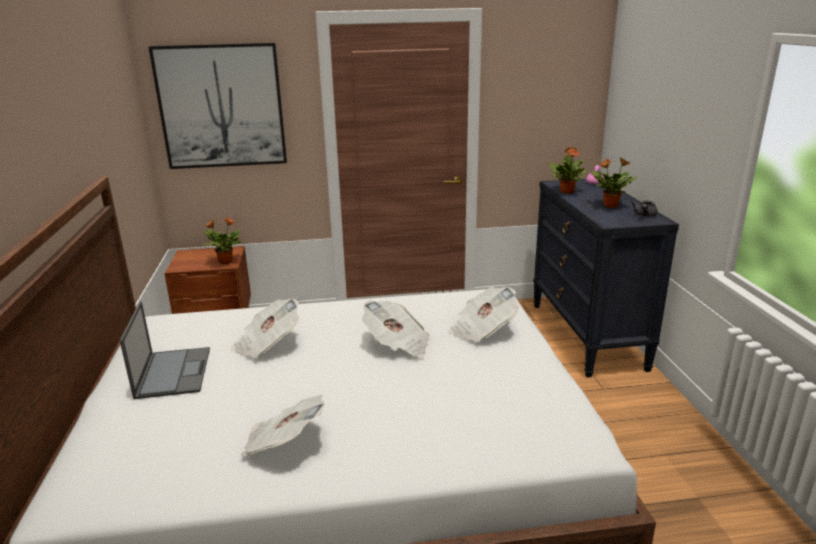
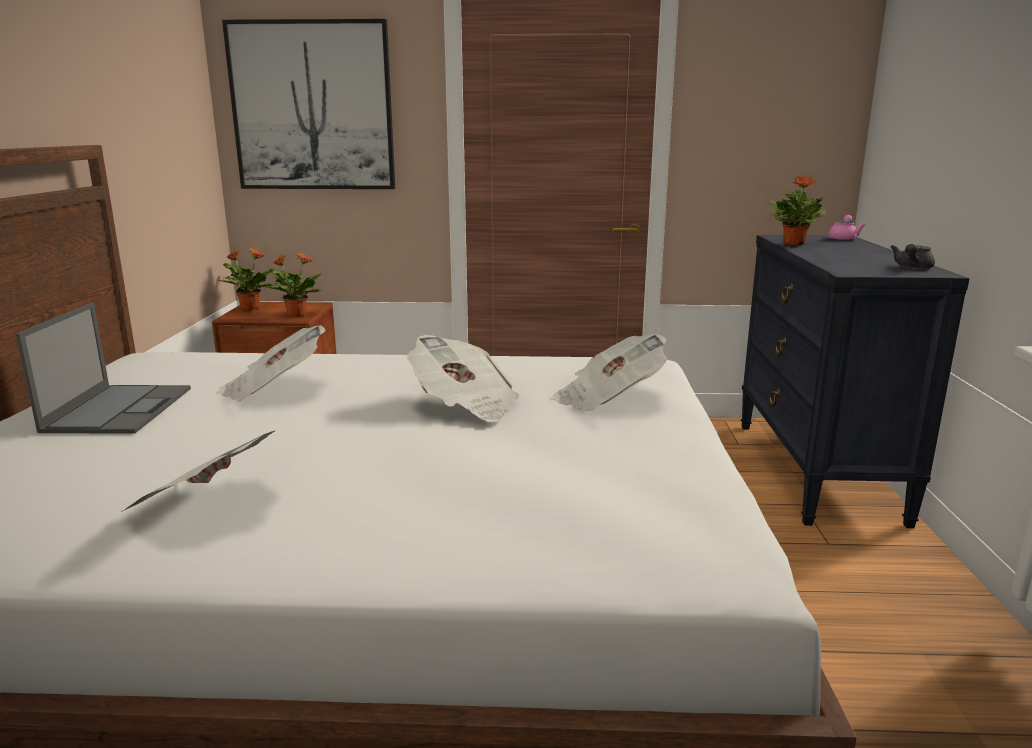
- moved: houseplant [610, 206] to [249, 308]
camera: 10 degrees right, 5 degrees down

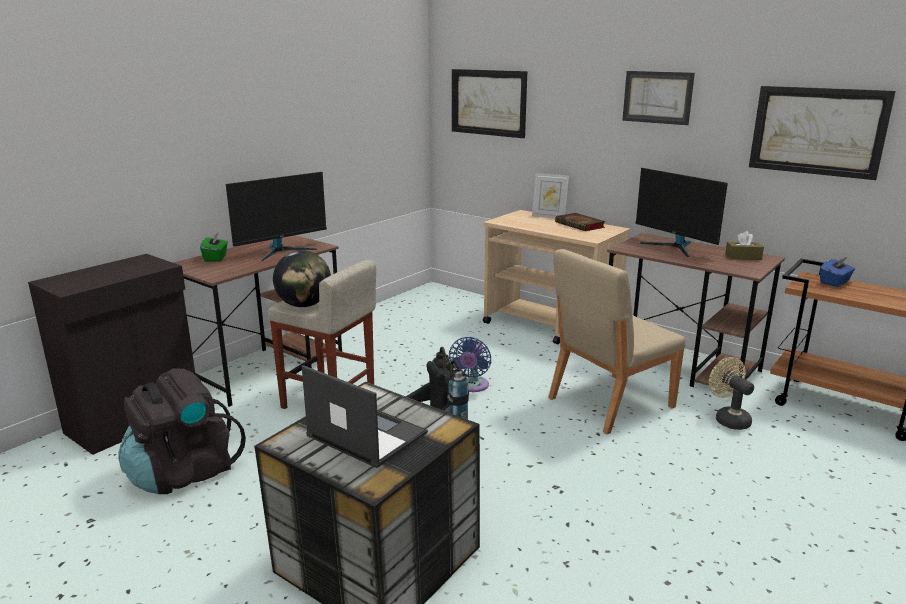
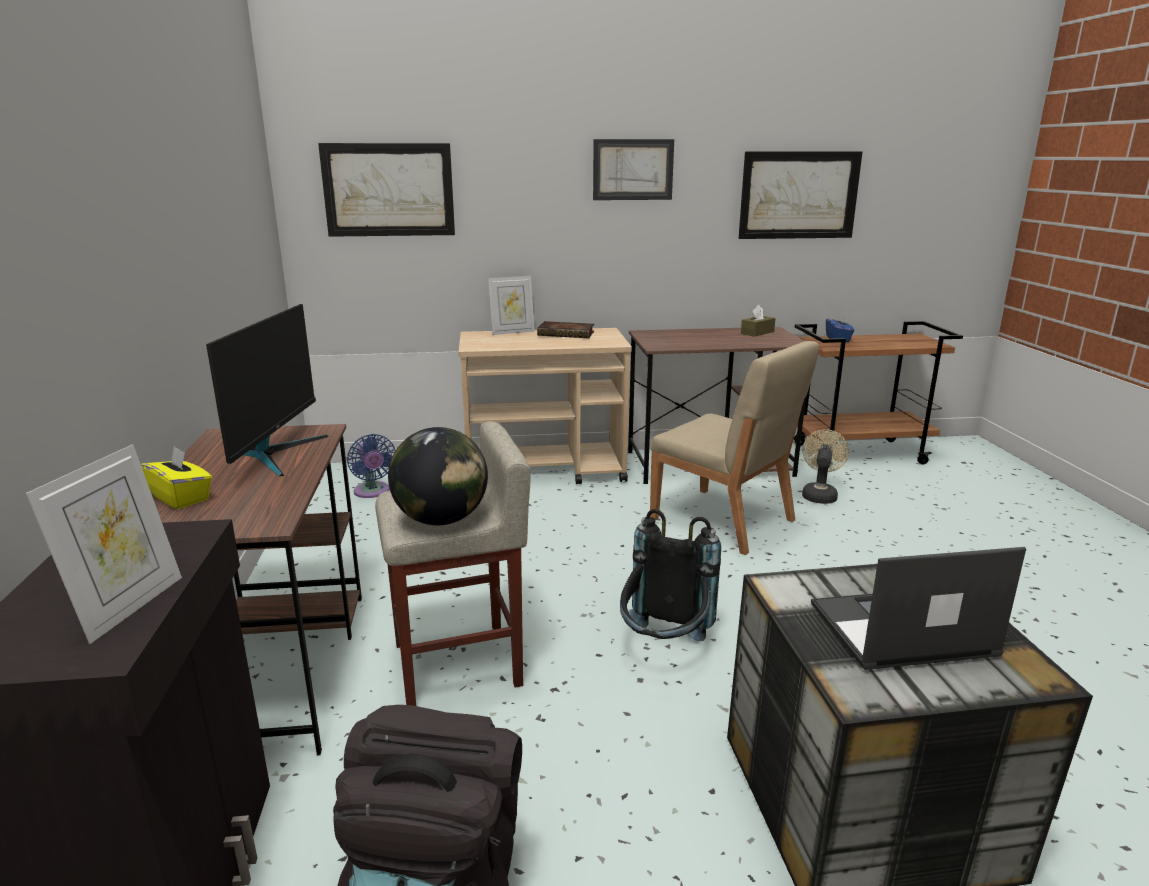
- added: picture frame [128, 606]
- recoloured: tissue box (greenish) [216, 258] to tissue box (yellow-coloured) [181, 498]
- moved: cooling fan (bluish) [472, 386] to [372, 492]
- turned: plain chair (beige-coloured) [609, 402] = [723, 520] 60 degrees counterclockwise
- turned: cooling fan (beige-coloured) [728, 419] = [819, 494] 90 degrees clockwise
- removed: monitor [675, 247]
camera: 45 degrees left, 0 degrees up

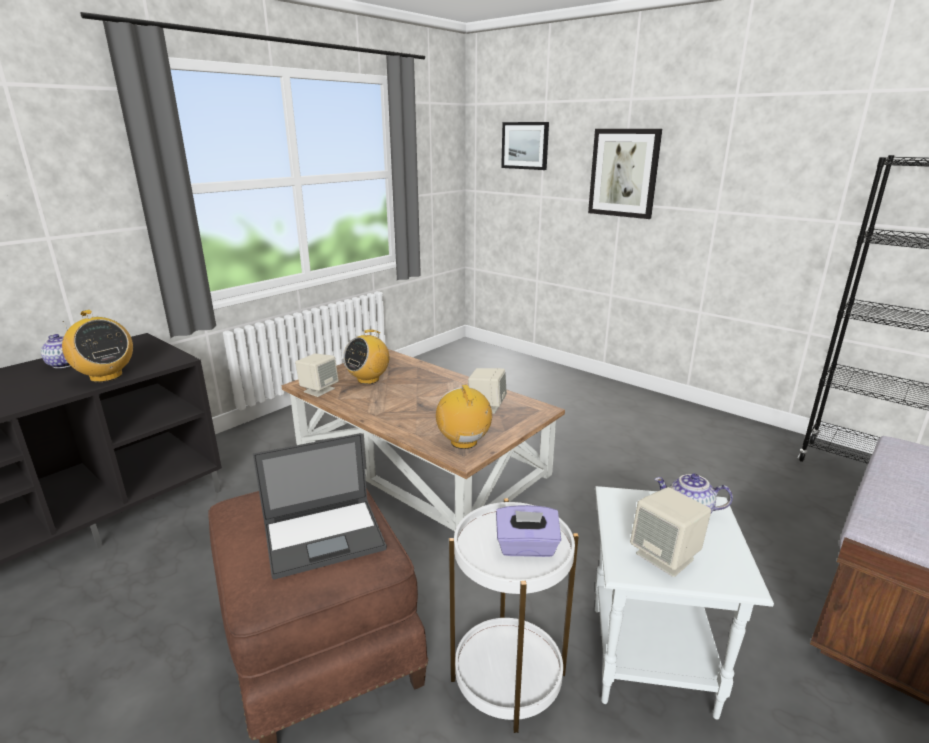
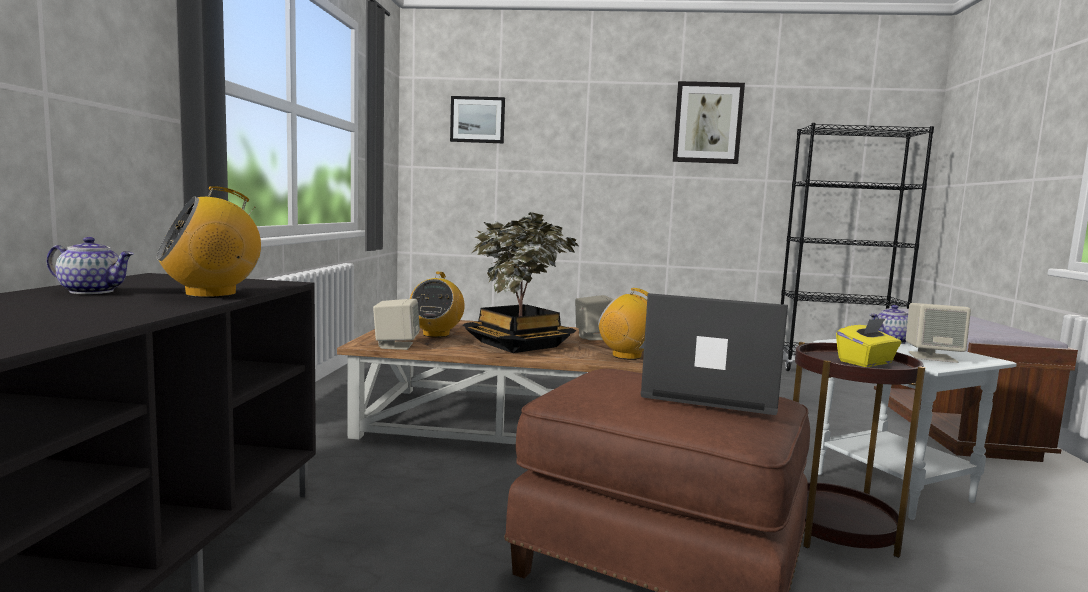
- turned: radio receiver [106, 376] = [212, 294] 135 degrees clockwise
- added: houseplant [519, 344]
- turned: notebook computer [325, 536] = [707, 392] 105 degrees counterclockwise
- moved: wall picture [624, 173] to [707, 123]
- recoloured: accent table (white) [508, 677] to accent table (brownish) [837, 530]
- recoloured: tissue box (purple) [526, 547] to tissue box (yellow-coloured) [866, 362]
camera: 35 degrees left, 15 degrees down

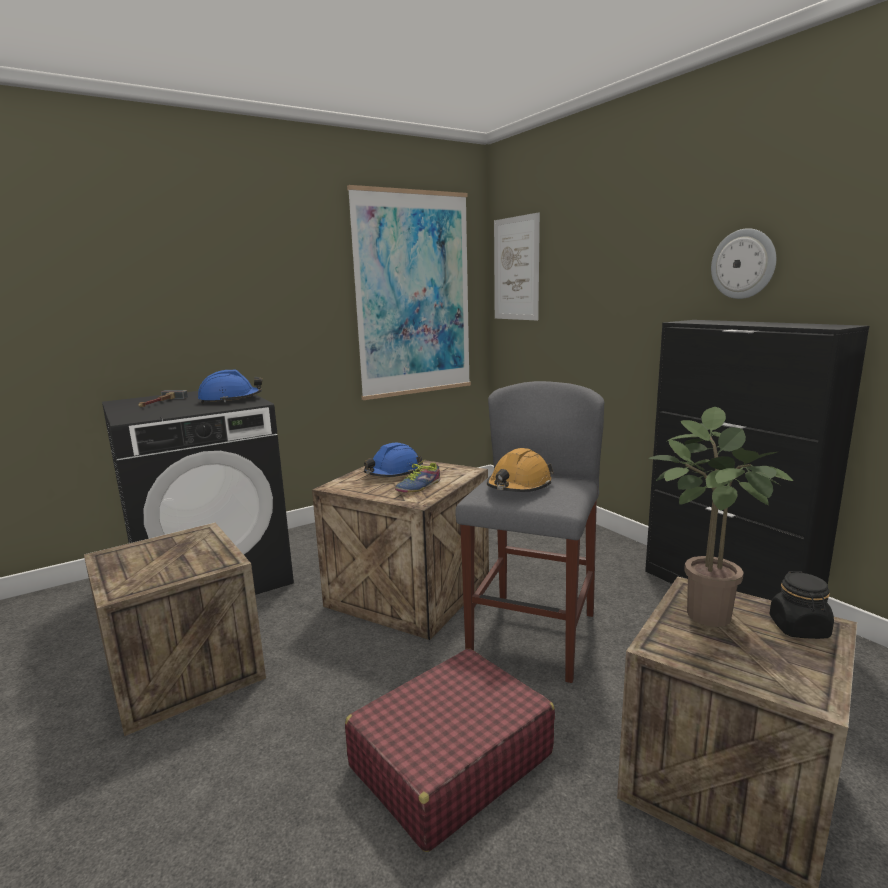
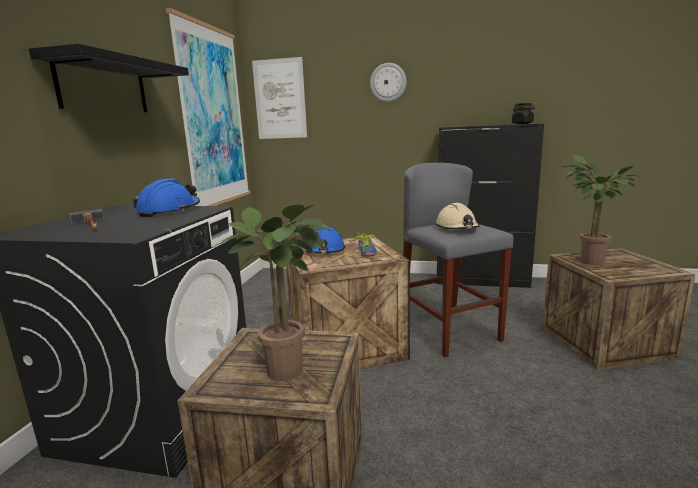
- added: bracket shelf (black-coloured) [103, 86]
- added: houseplant [291, 370]
- moved: hanging clock [743, 264] to [388, 82]
- recoloured: hard hat (orange) [519, 486] to hard hat (beige-coloured) [457, 228]
- moved: jar (black-coloured) [799, 628] to [522, 124]
- removed: piece of luggage (red) [450, 760]
camera: 45 degrees left, 0 degrees up

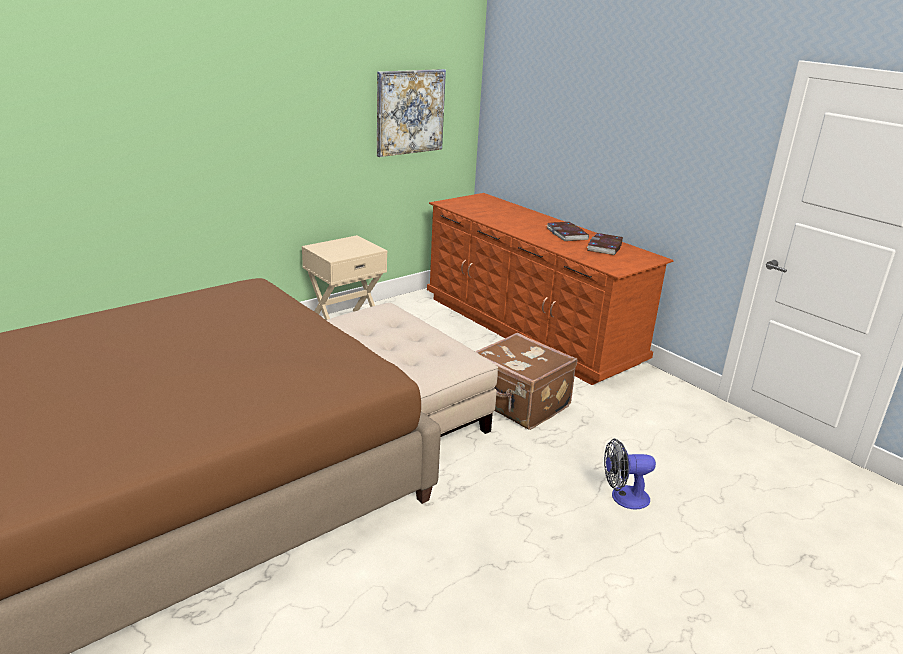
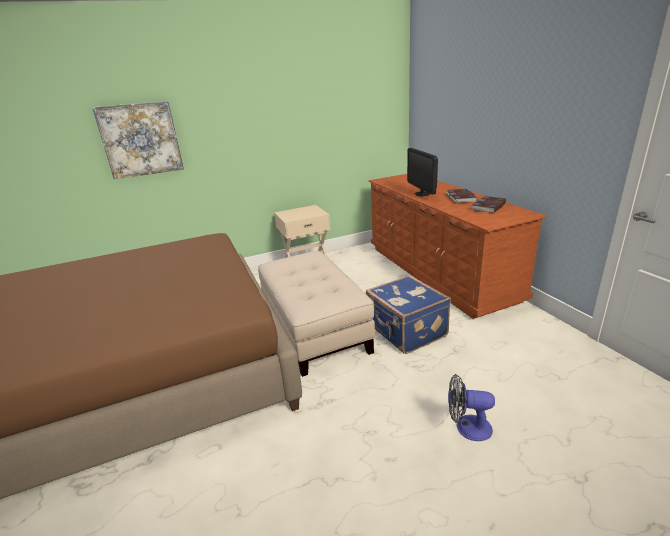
- moved: wall picture [410, 112] to [140, 139]
- recoloured: piece of luggage (brownish) [519, 404] to piece of luggage (bluish) [406, 331]
- added: monitor [422, 194]
camera: 20 degrees right, 0 degrees up

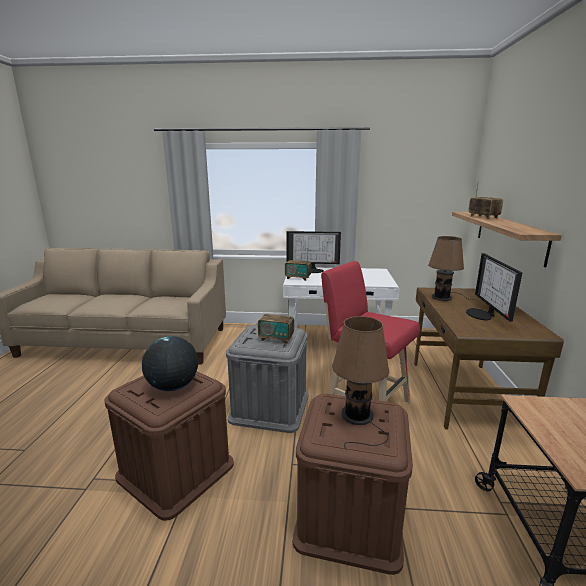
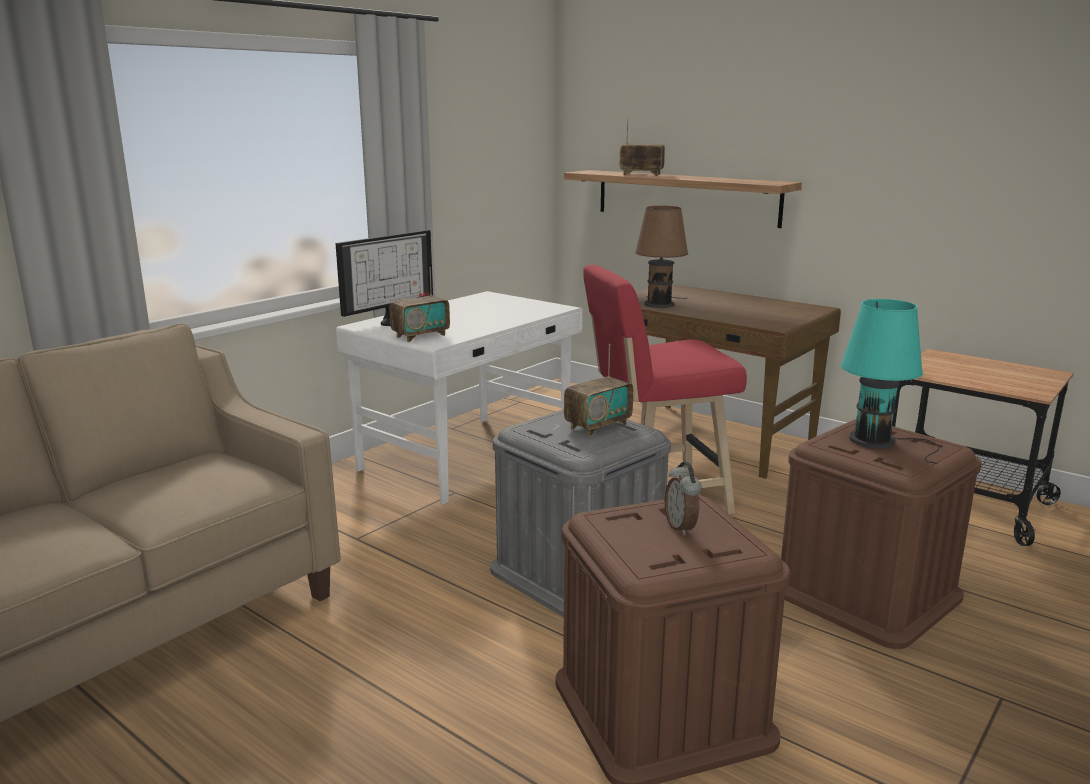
- replaced: world globe [173, 387] to table clock [681, 527]
- recoloured: table lamp (brownish) [358, 418] to table lamp (turquoise) [878, 441]
- removed: monitor [482, 314]
camera: 55 degrees left, 0 degrees up

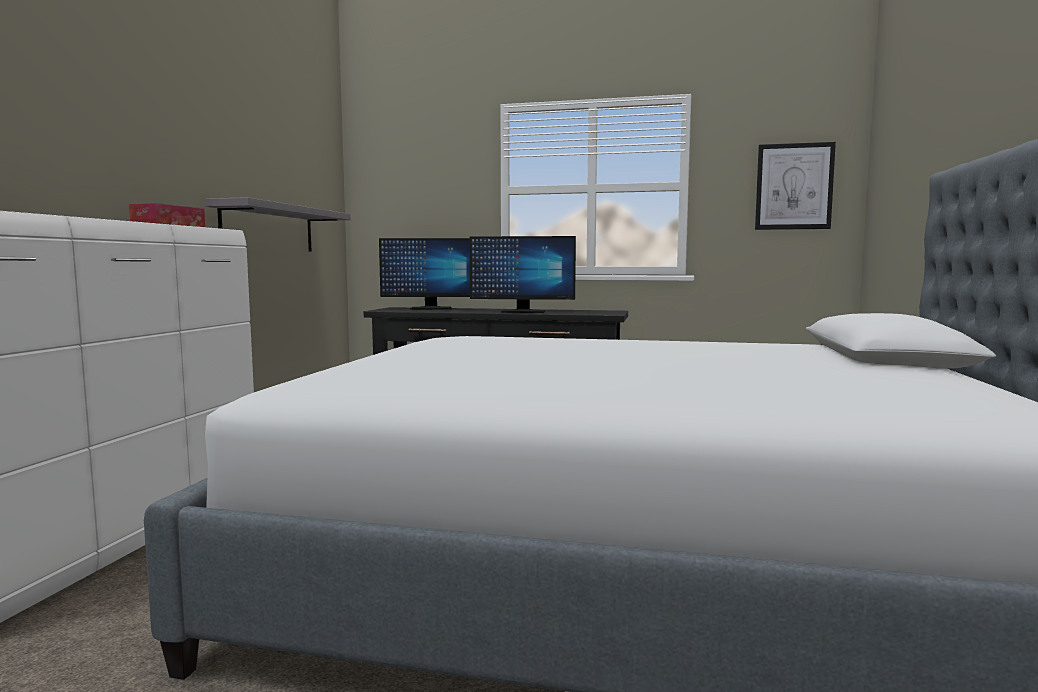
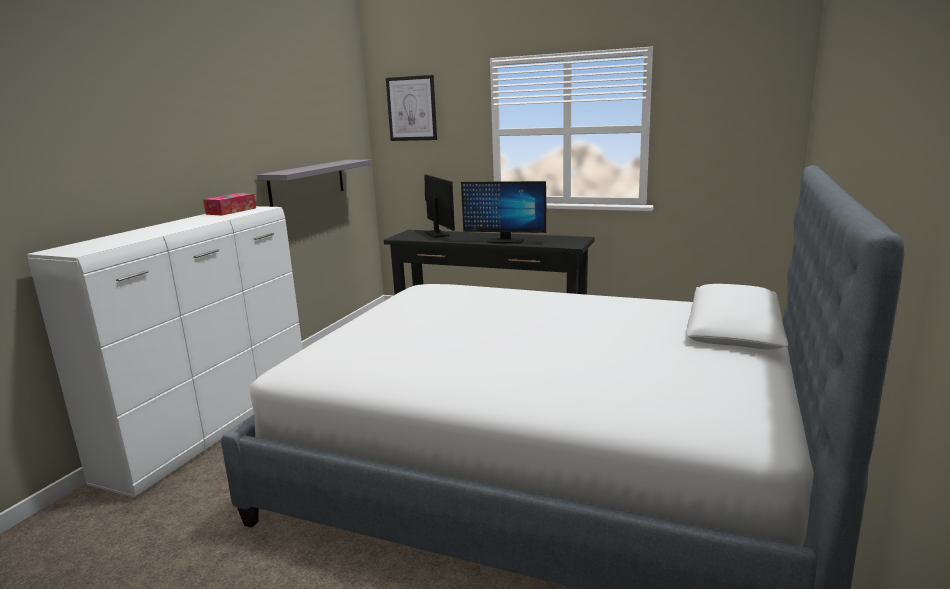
- moved: wall picture [794, 186] to [412, 108]
- turned: monitor [430, 308] = [436, 234] 120 degrees counterclockwise
camera: 10 degrees right, 10 degrees up

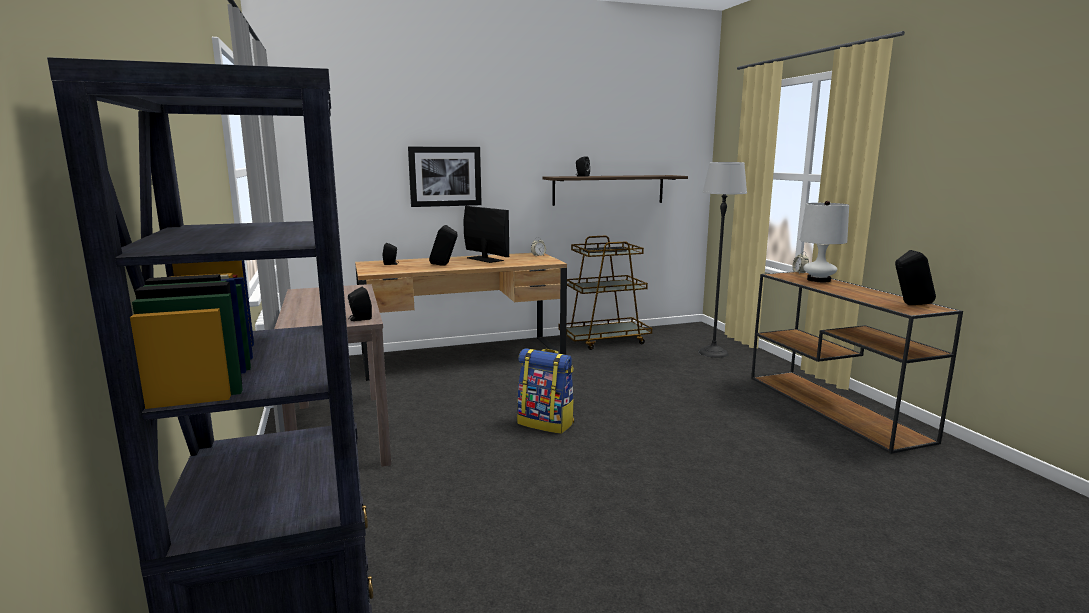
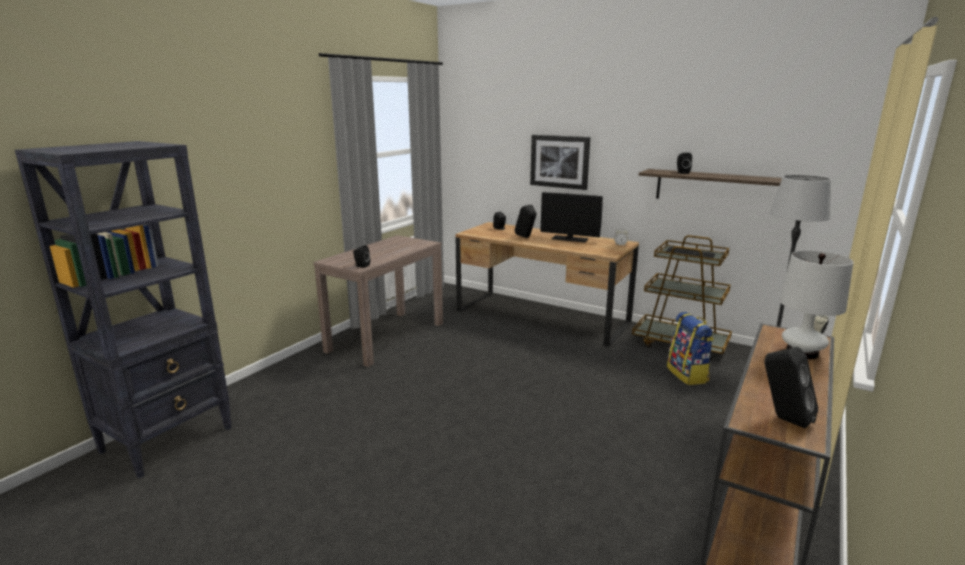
- turned: monitor [485, 259] = [570, 239] 105 degrees clockwise
- moved: knapsack [546, 423] to [688, 375]
camera: 50 degrees right, 5 degrees up

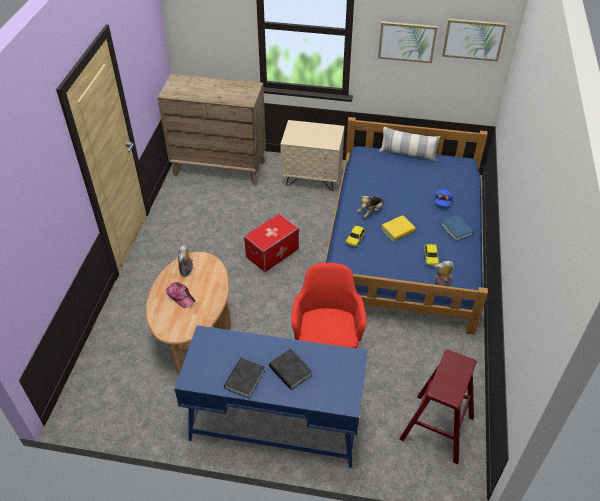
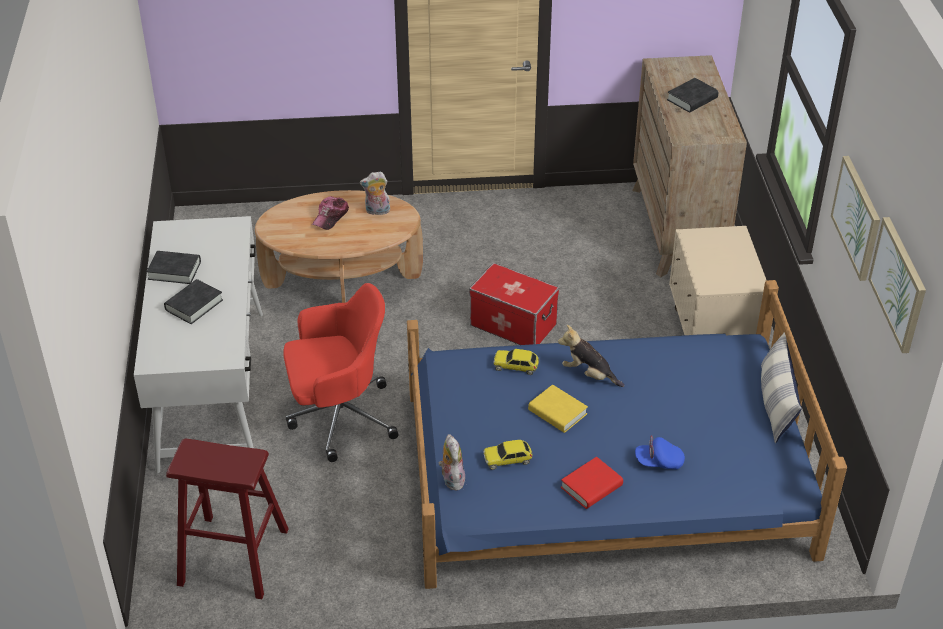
- recoloured: desk unit (bluish) [275, 421] to desk unit (white) [213, 388]
- recoloured: volume (bluish) [456, 230] to volume (red) [591, 487]
- added: volume (black-coloured) [692, 99]
camera: 75 degrees right, 5 degrees down

